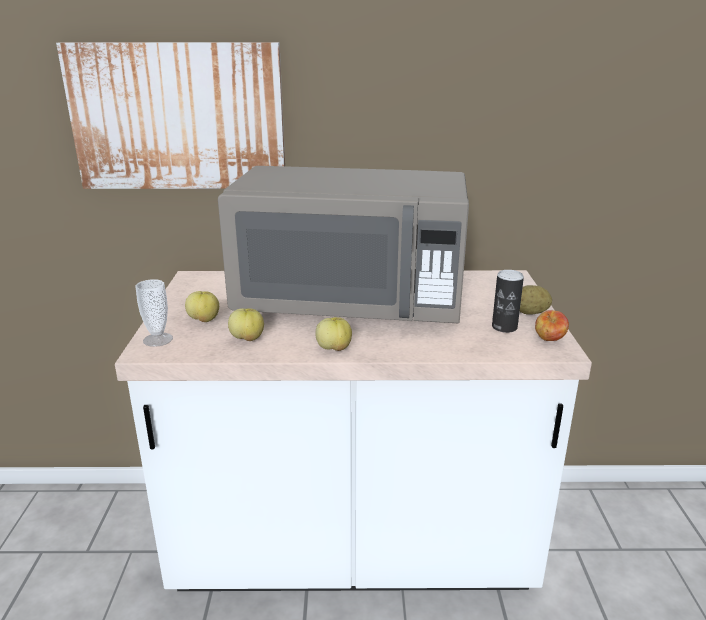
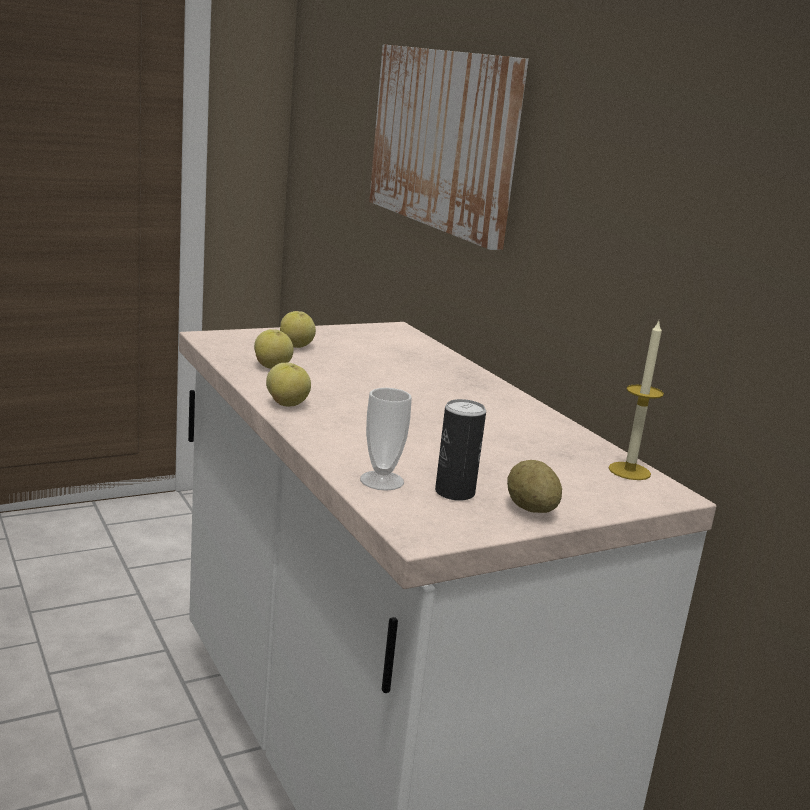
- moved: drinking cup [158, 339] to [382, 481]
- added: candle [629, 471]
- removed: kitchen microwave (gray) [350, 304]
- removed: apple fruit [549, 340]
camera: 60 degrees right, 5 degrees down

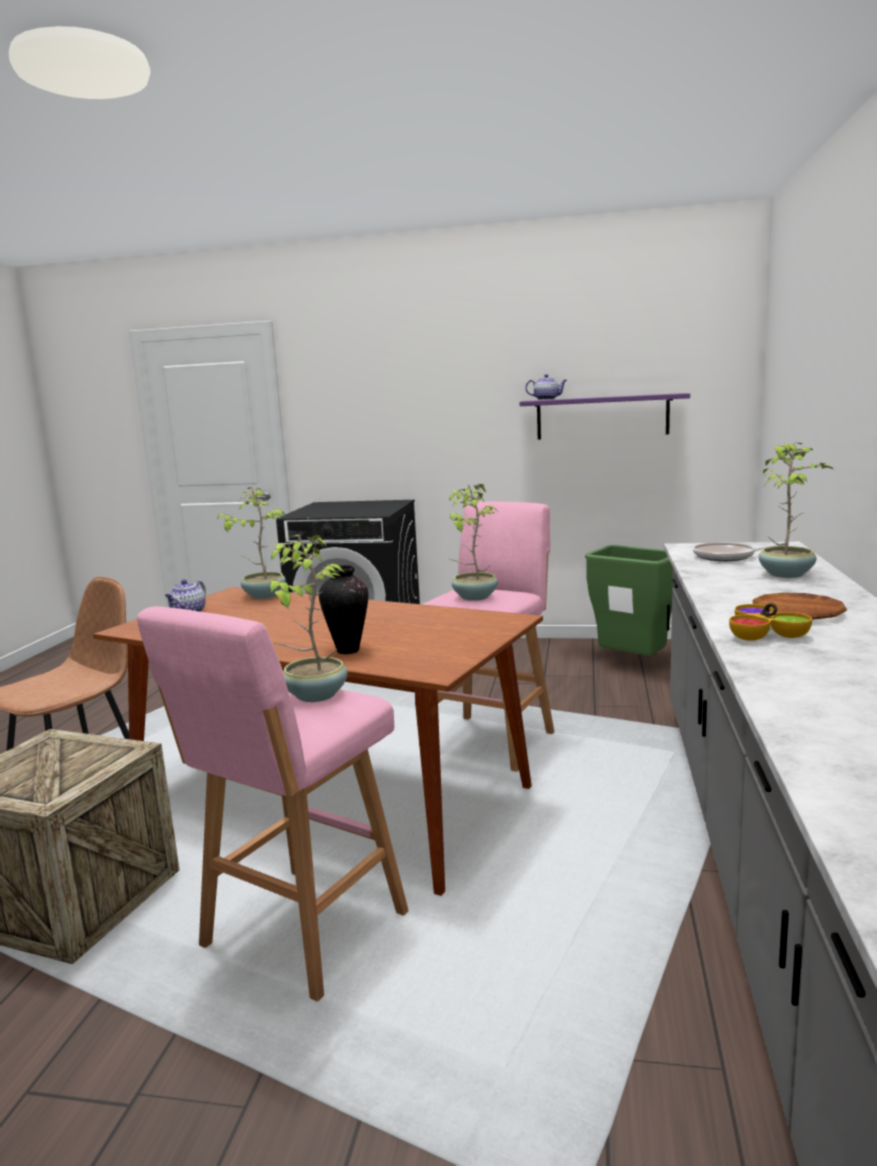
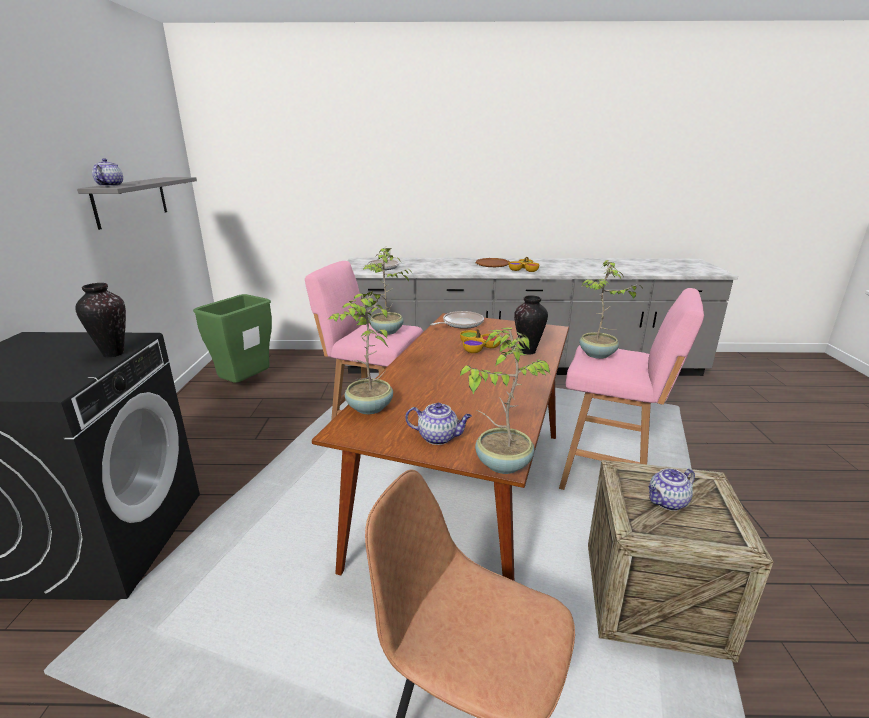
- added: decorative vase [113, 353]
- recoloured: bracket shelf (purple) [602, 417] to bracket shelf (gray) [131, 201]
- added: frying pan [461, 323]
- moved: houseplant [787, 574] to [502, 463]
- added: bowl [477, 347]
- added: teapot [667, 502]
camera: 100 degrees left, 10 degrees up

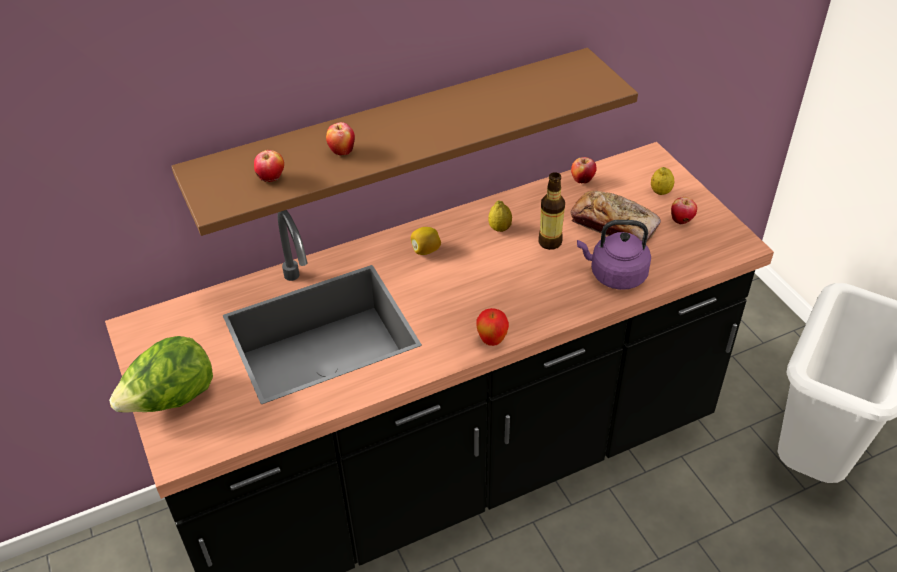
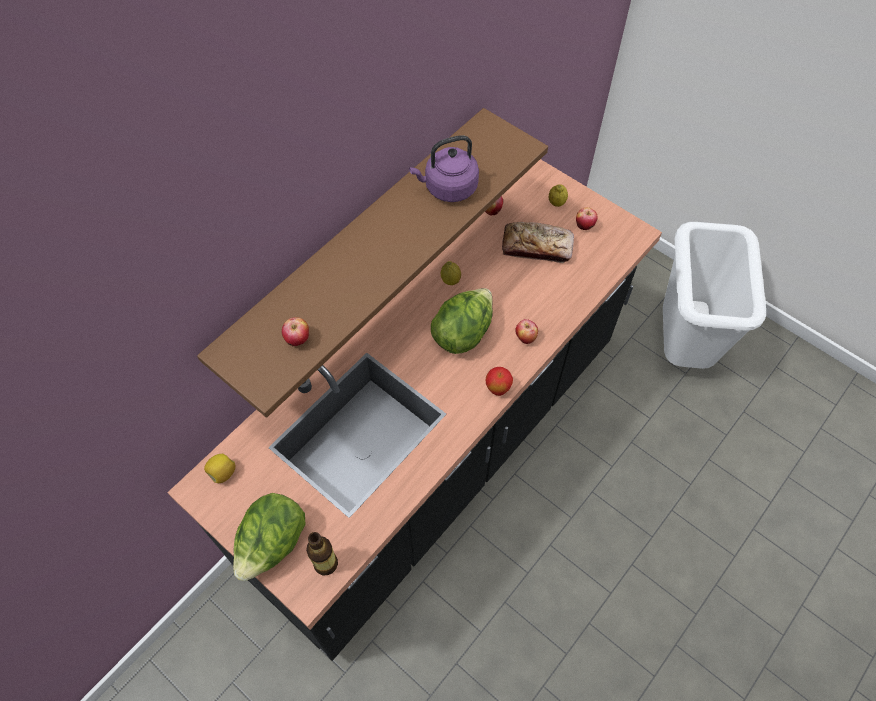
- moved: citrus fruit [425, 250] to [222, 473]
- moved: drink bottle [550, 242] to [325, 563]
- moved: water kettle (purple) [615, 275] to [448, 188]
- added: lettuce head [463, 333]
- moved: apple fruit [341, 151] to [525, 338]
camera: 25 degrees left, 15 degrees up

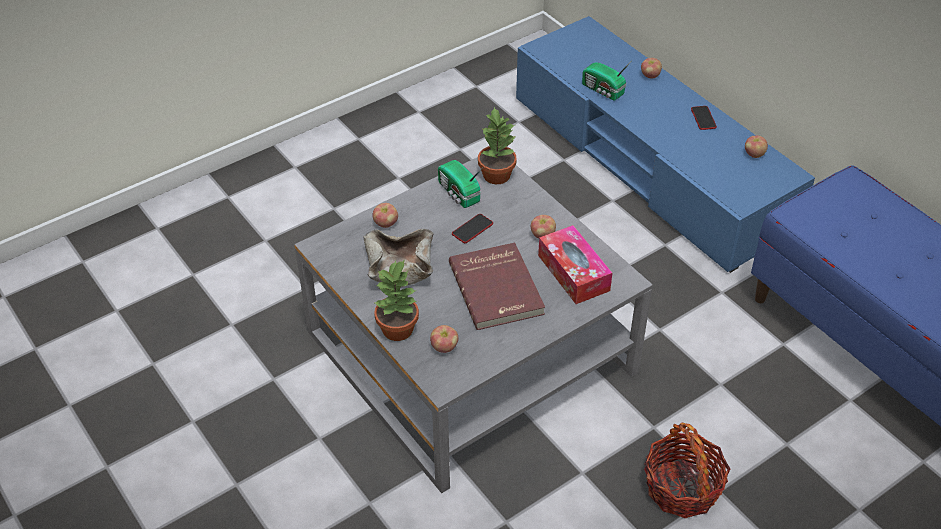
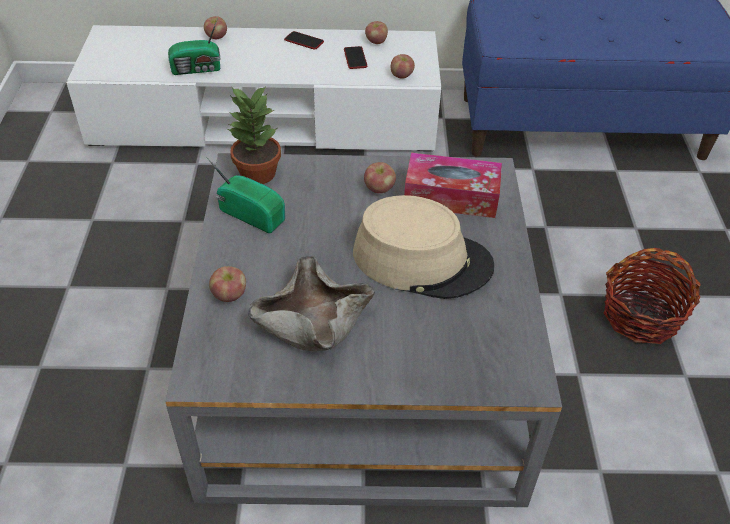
- recoloured: tv stand (bluish) [649, 163] to tv stand (white) [265, 120]
- turned: radio receiver [458, 193] = [251, 213] 150 degrees counterclockwise
- moved: telephone [472, 229] to [355, 58]
- replaced: volume (red) [498, 288] to hat (beige-coloured) [422, 259]
- moved: apple fruit [444, 347] to [402, 75]
- removed: houseplant [398, 329]
camera: 55 degrees left, 0 degrees up

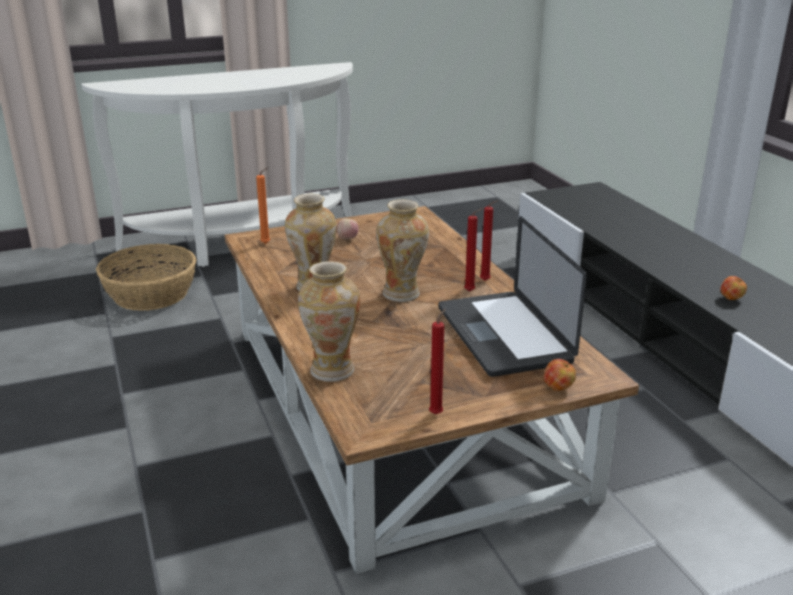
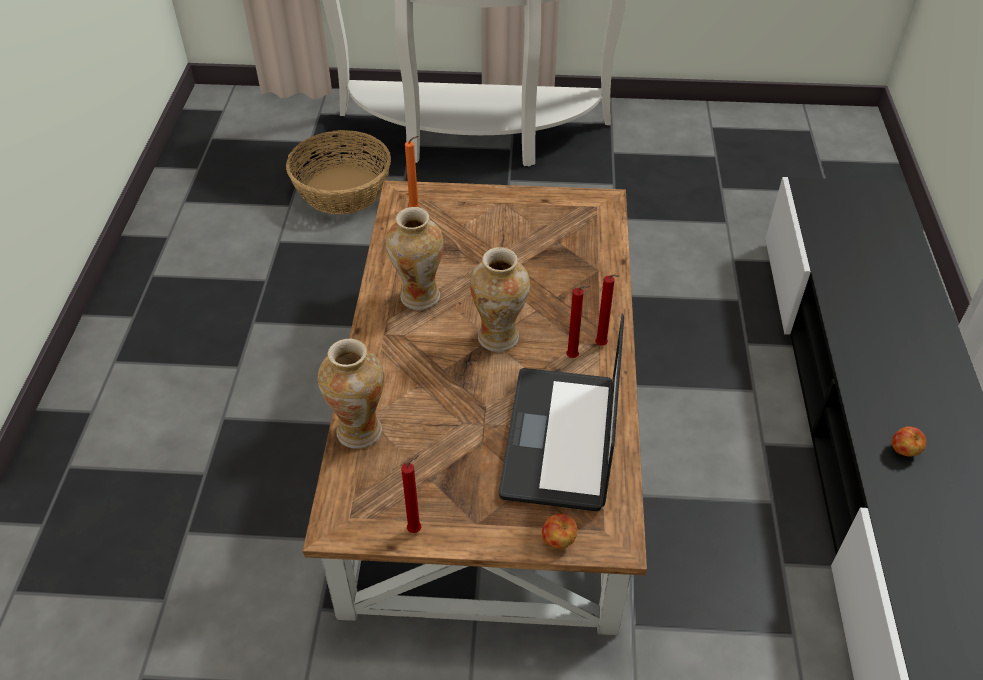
- removed: apple fruit [347, 239]
camera: 25 degrees right, 20 degrees up

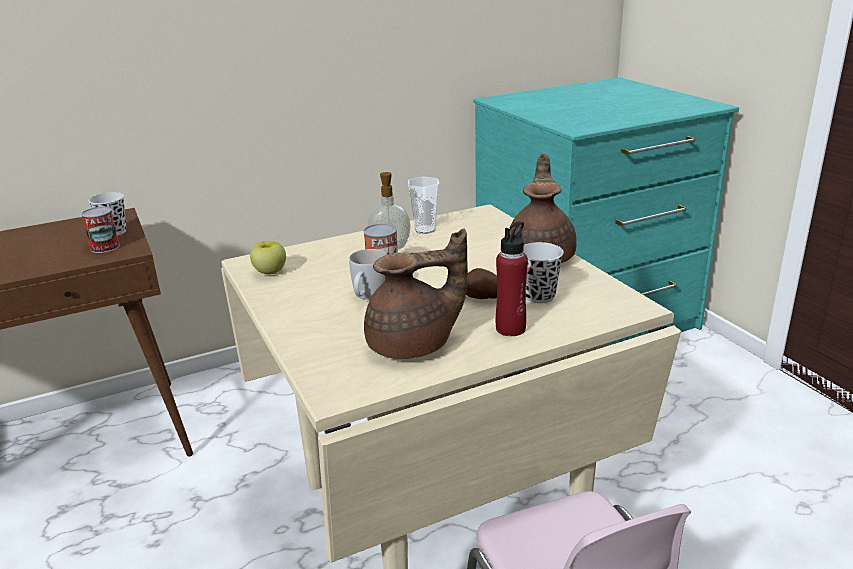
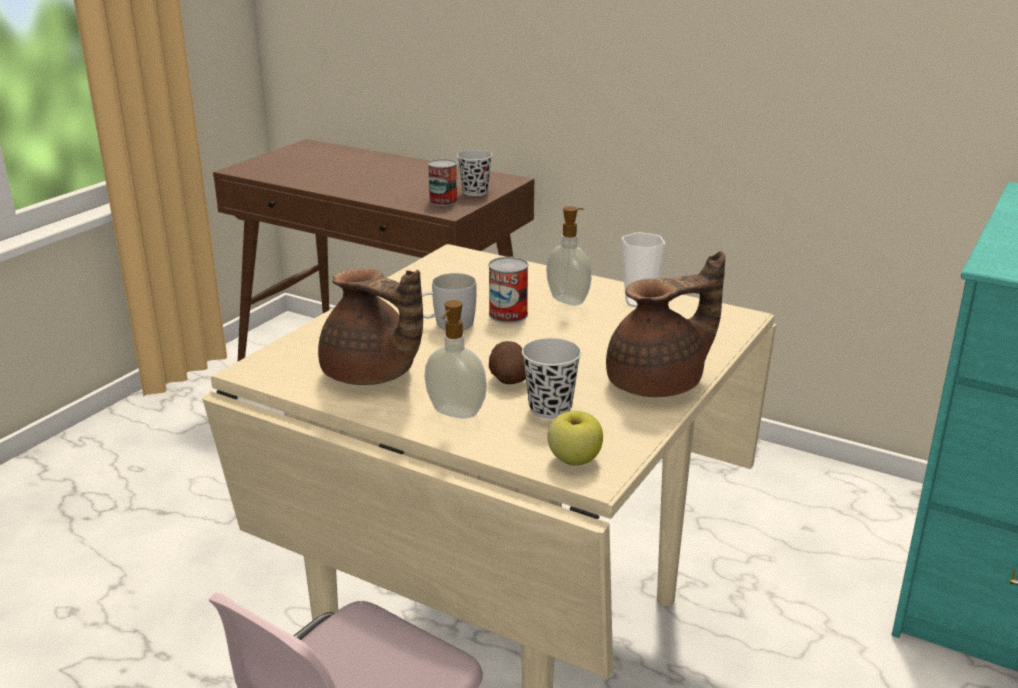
- replaced: drink bottle (red) [510, 328] to liquid soap bottle [455, 413]
- moved: apple fruit [270, 272] to [574, 459]
camera: 55 degrees right, 0 degrees up

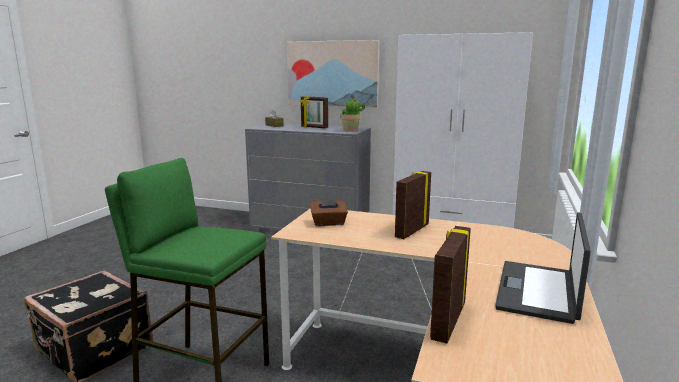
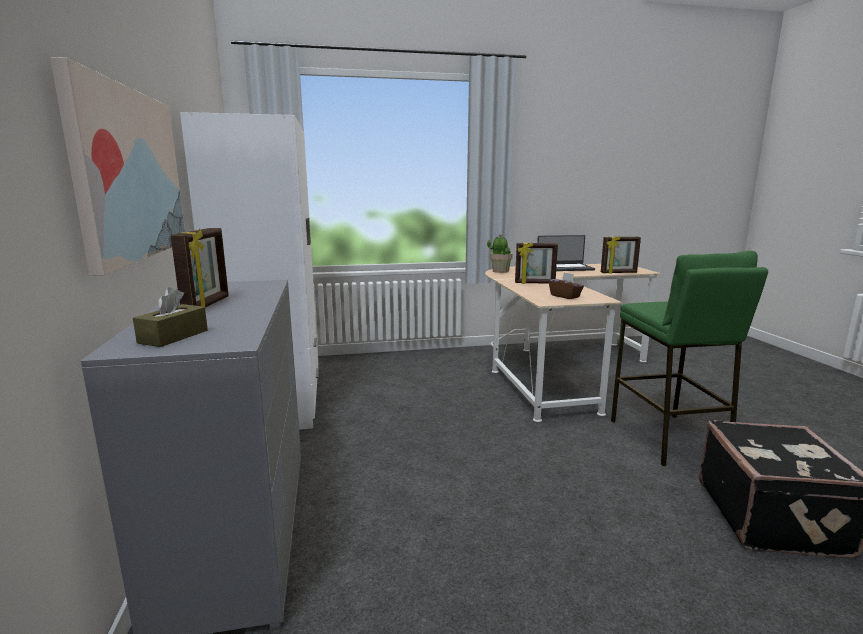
- moved: houseplant [350, 130] to [500, 271]
camera: 120 degrees left, 0 degrees up

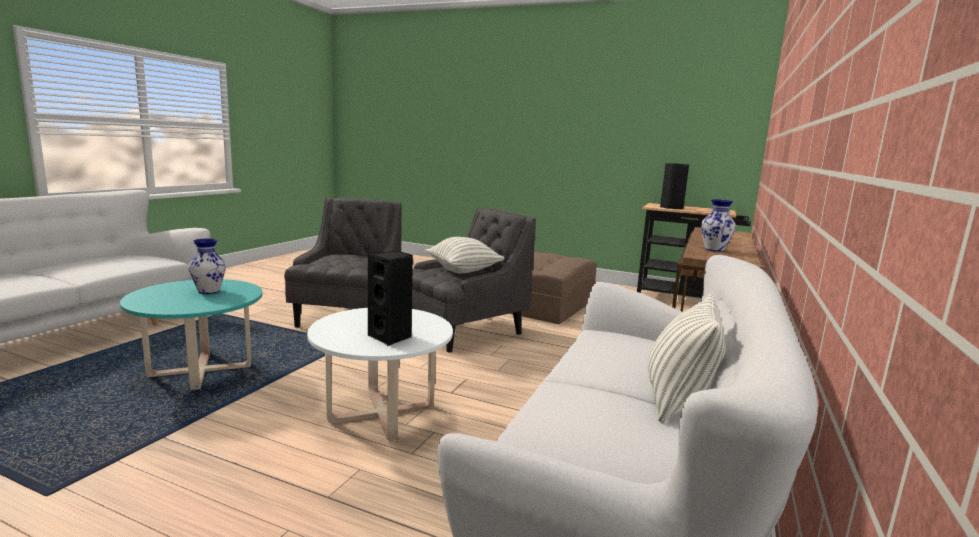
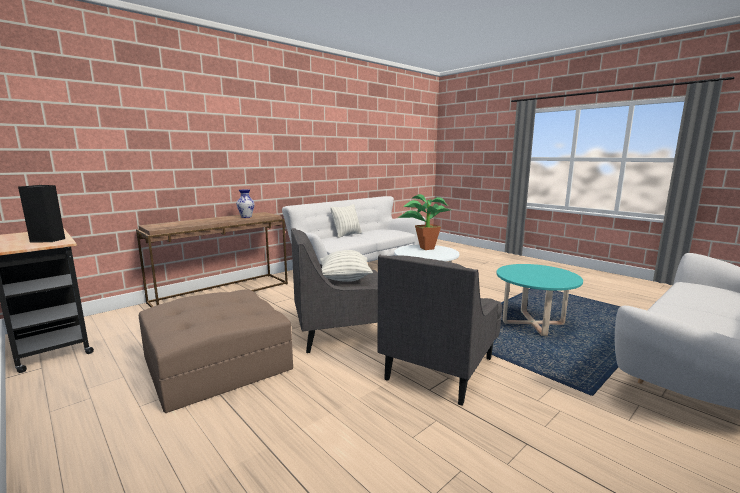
- replaced: audio speaker (black-coloured) [391, 337] to houseplant [423, 248]
- removed: decorative vase [208, 291]
camera: 155 degrees left, 0 degrees up

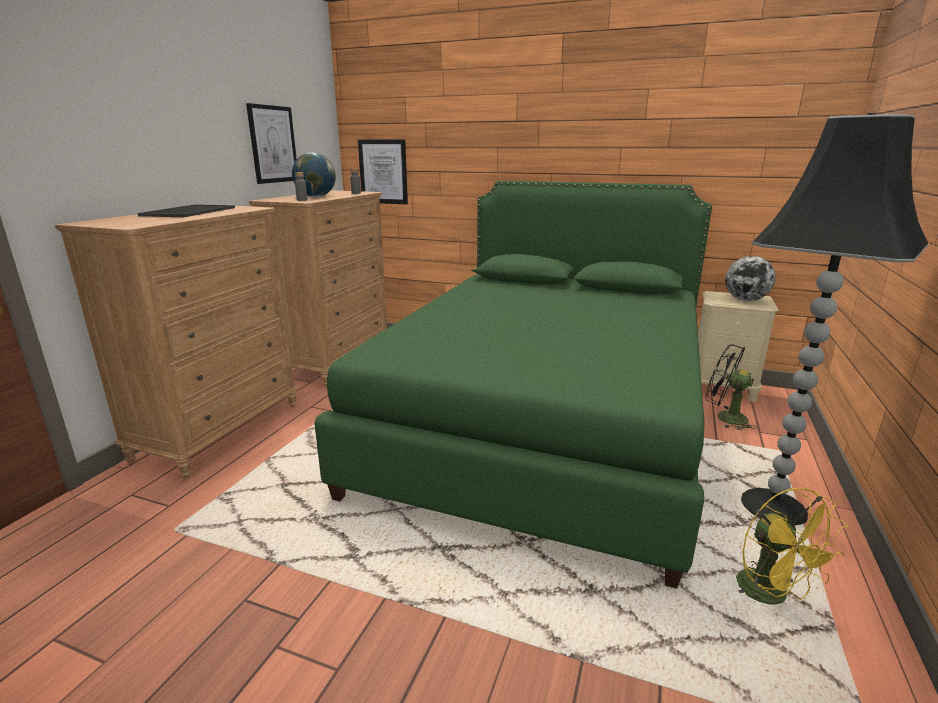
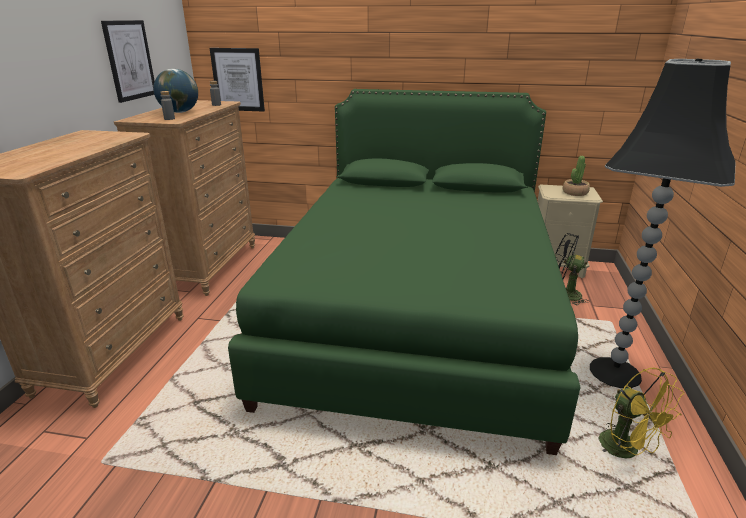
- replaced: world globe [745, 300] to houseplant [575, 192]
- removed: tray [189, 211]
camera: 10 degrees left, 5 degrees up

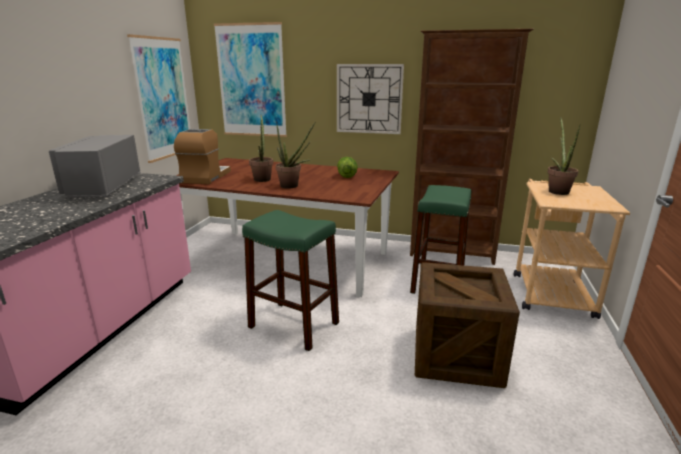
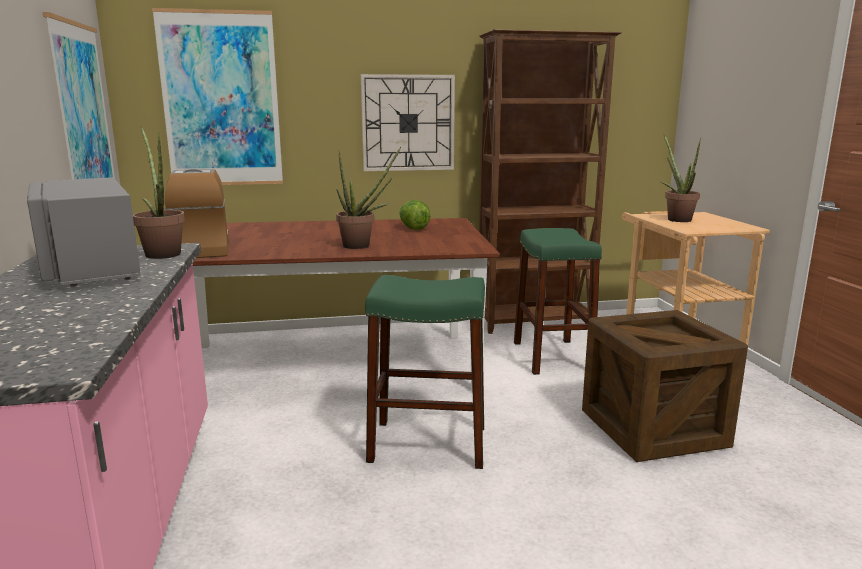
- moved: houseplant [262, 178] to [162, 253]
camera: 25 degrees left, 5 degrees down

